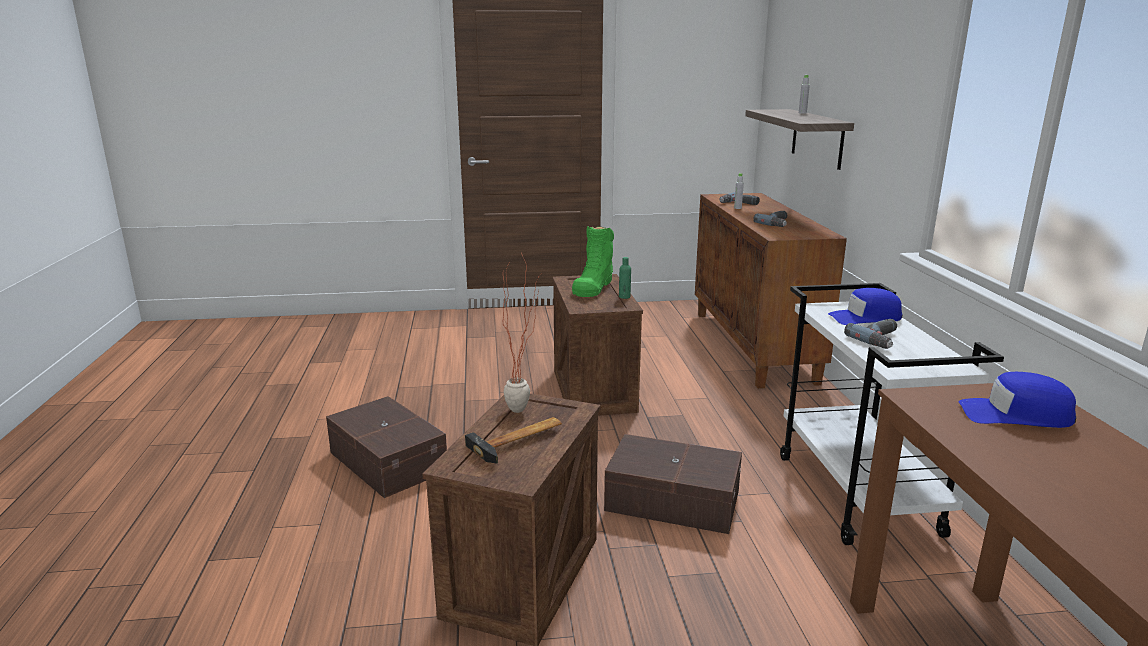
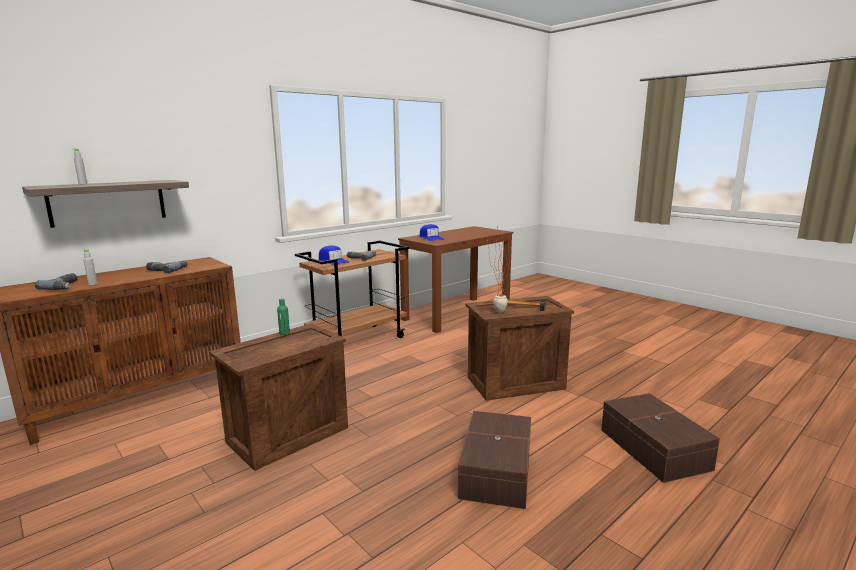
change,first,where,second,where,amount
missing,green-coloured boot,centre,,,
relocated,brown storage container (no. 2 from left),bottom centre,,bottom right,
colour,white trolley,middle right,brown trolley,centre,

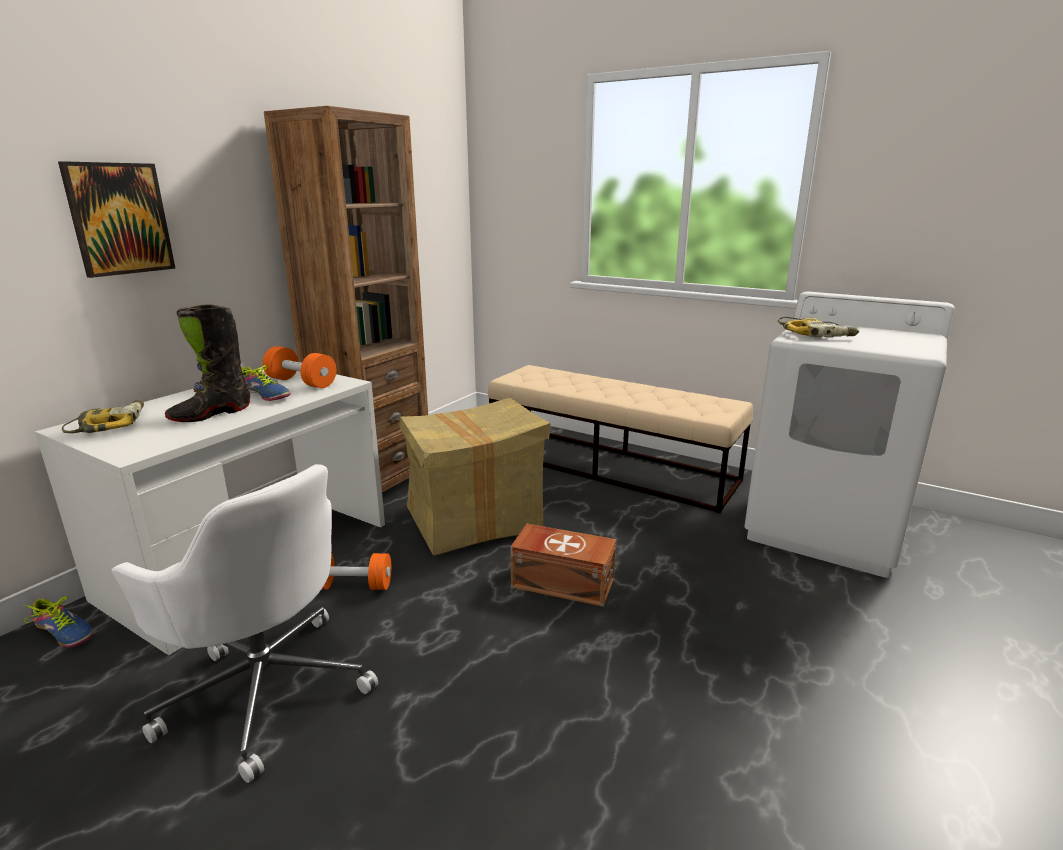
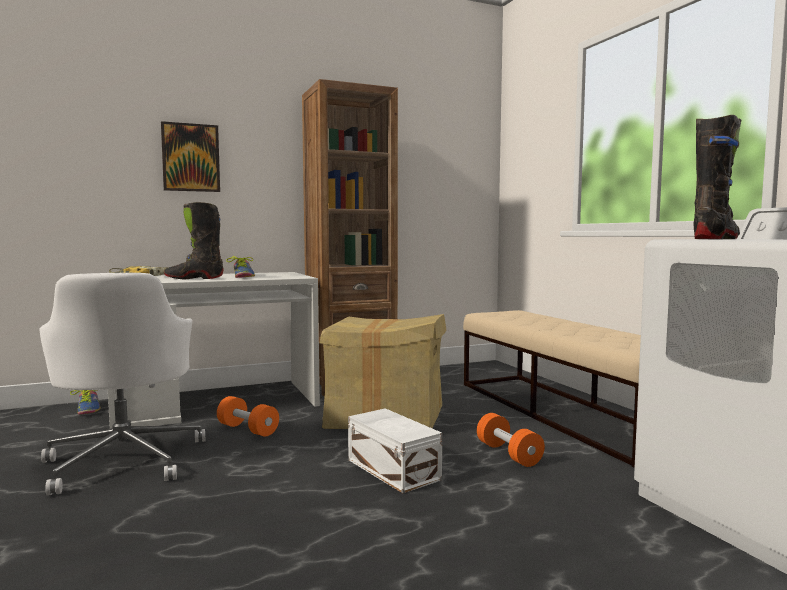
change,first,where,second,where,amount
relocated,orange hand weight (no. 1 from left in the first image),middle left,orange hand weight (no. 2 from left),bottom centre,
exchanged,power drill (no. 2 from left),middle right,blackish boot (no. 2 from left),top right,
colour,brown storage container,centre,white storage container,bottom centre,

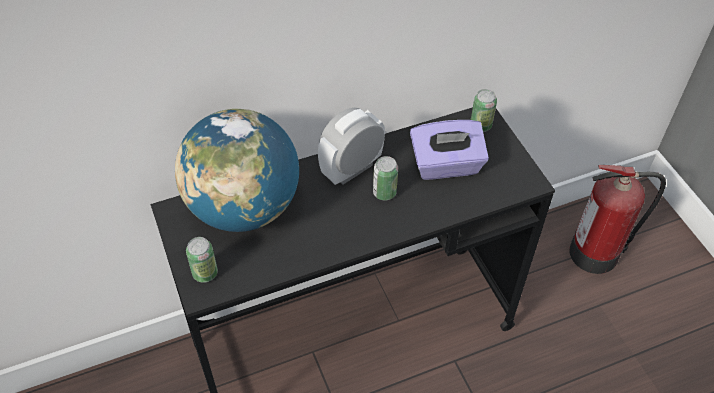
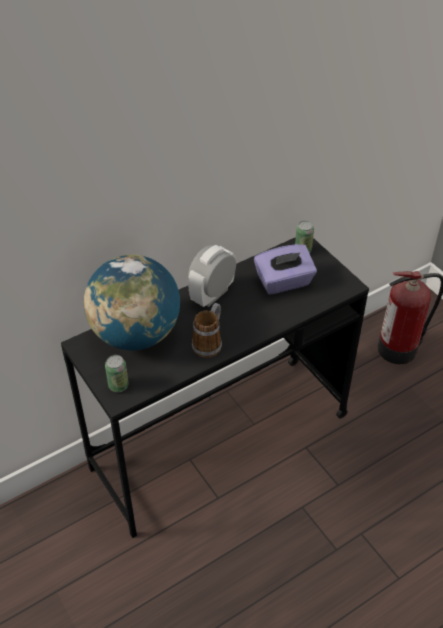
change,first,where,second,where,amount
missing,can (no. 2 from left),centre,,,
appeared,,,coffee mug,centre,

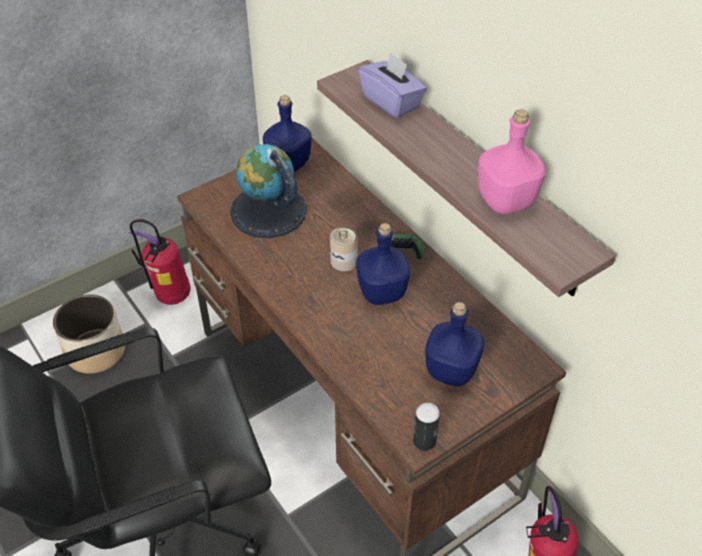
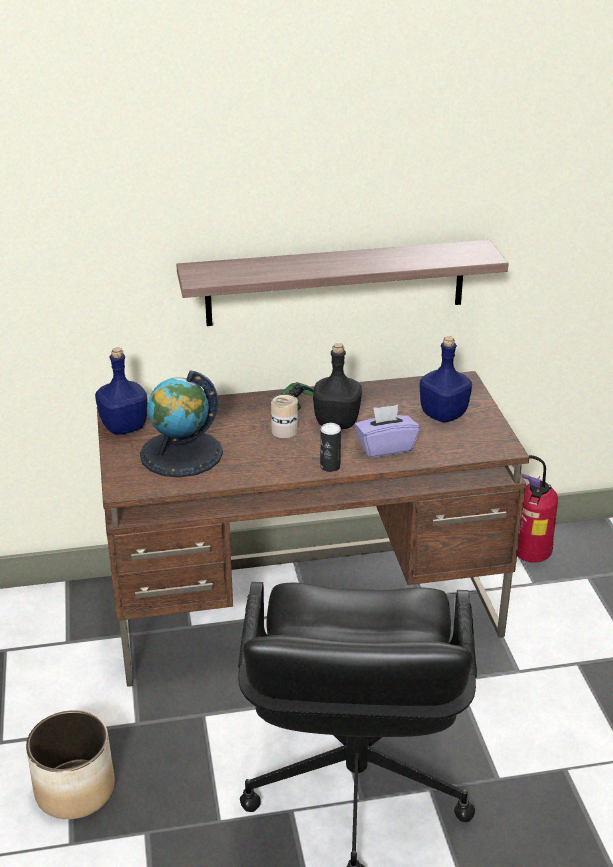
change,first,where,second,where,amount
missing,extinguisher (no. 1 from left),middle left,,,
missing,pink-coloured bottle,top right,,,
relocated,purple-coloured tissue box,top centre,,centre,
relocated,can (no. 2 from left),bottom centre,,centre,
colour,blue bottle (no. 2 from left),centre,blackish bottle,centre,

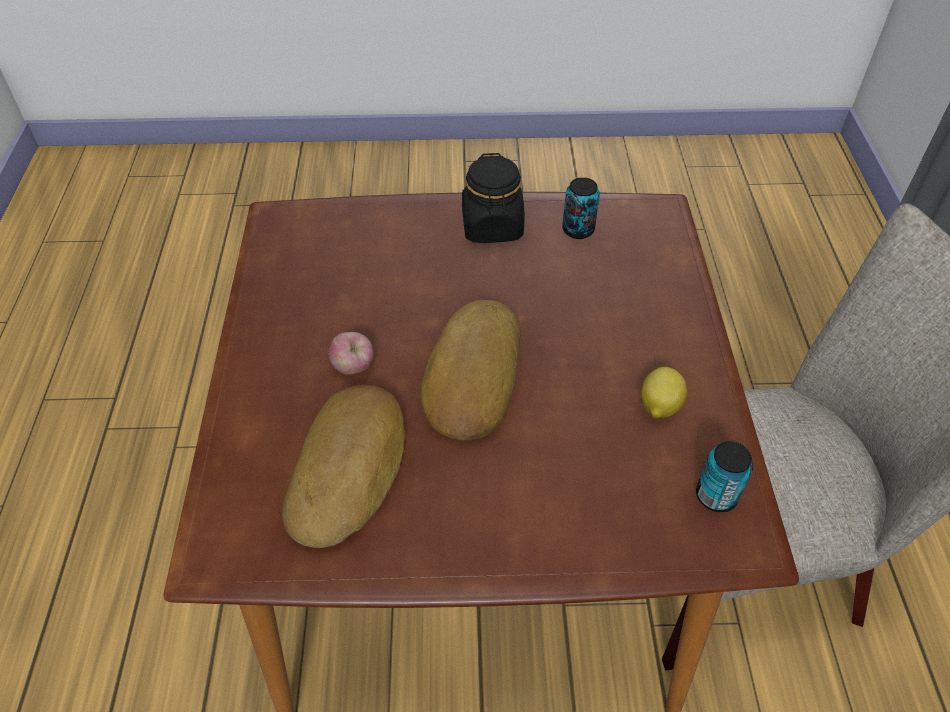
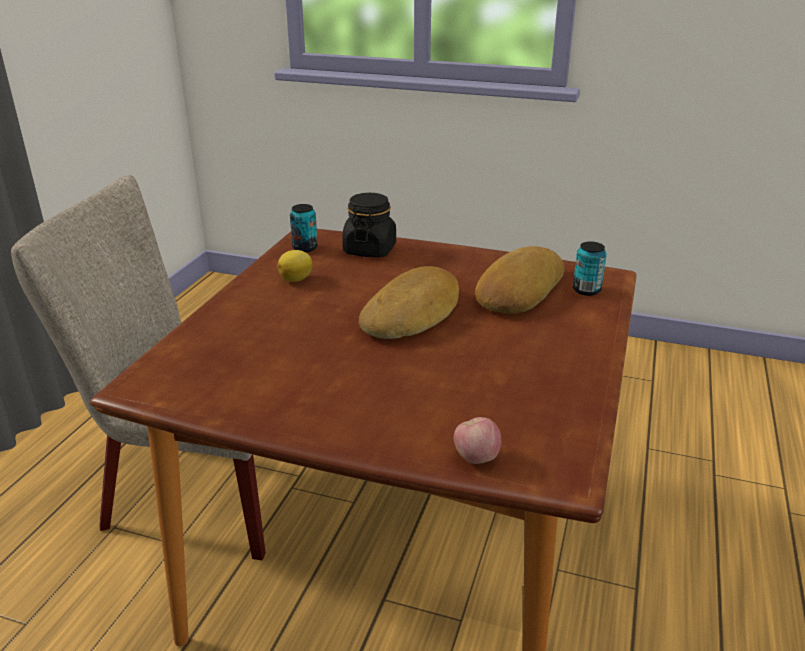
change,first,where,second,where,amount
relocated,apple,centre,,bottom centre,
relocated,blackish preserve jar,top centre,,centre,
relocated,can (no. 1 from left in the first image),top centre,can (no. 2 from left),middle right,

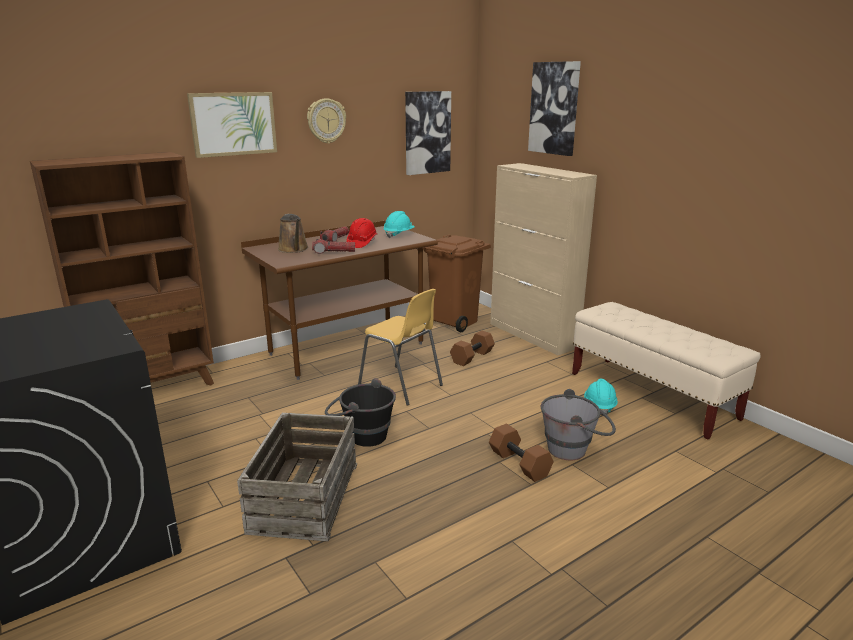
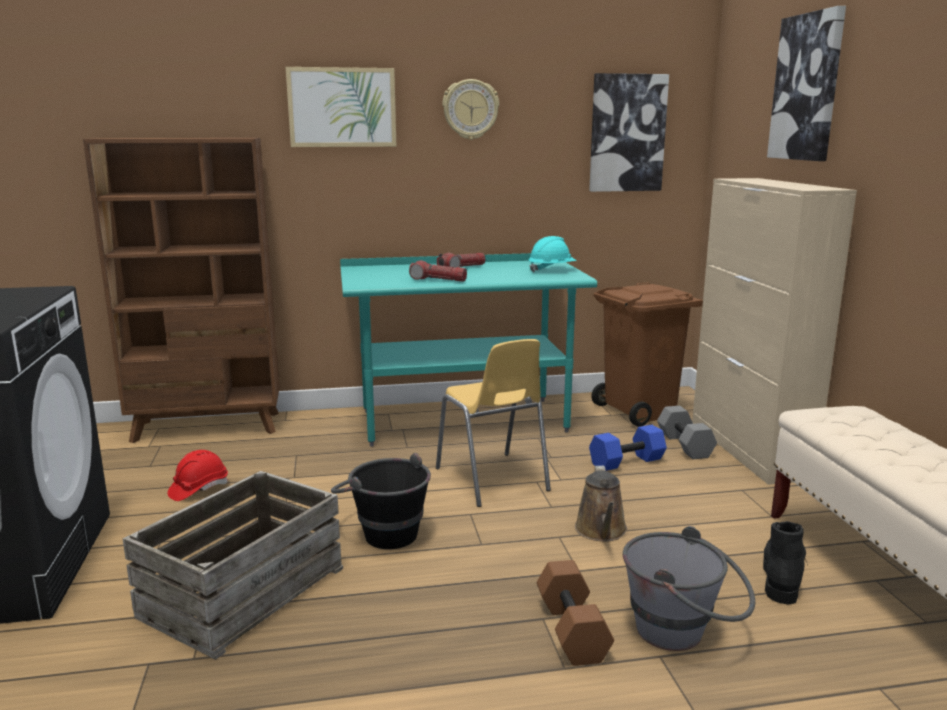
change,first,where,second,where,amount
appeared,,,grey hand weight,middle right,
relocated,brown watering can,centre,,bottom centre,
relocated,red-coloured hard hat,centre,,bottom left,
exchanged,turquoise-coloured hard hat (no. 2 from left),middle right,blackish boot,bottom right,
colour,brown desk table,centre,turquoise-coloured desk table,centre,
colour,brown hand weight (no. 1 from left),centre,blue hand weight,centre,

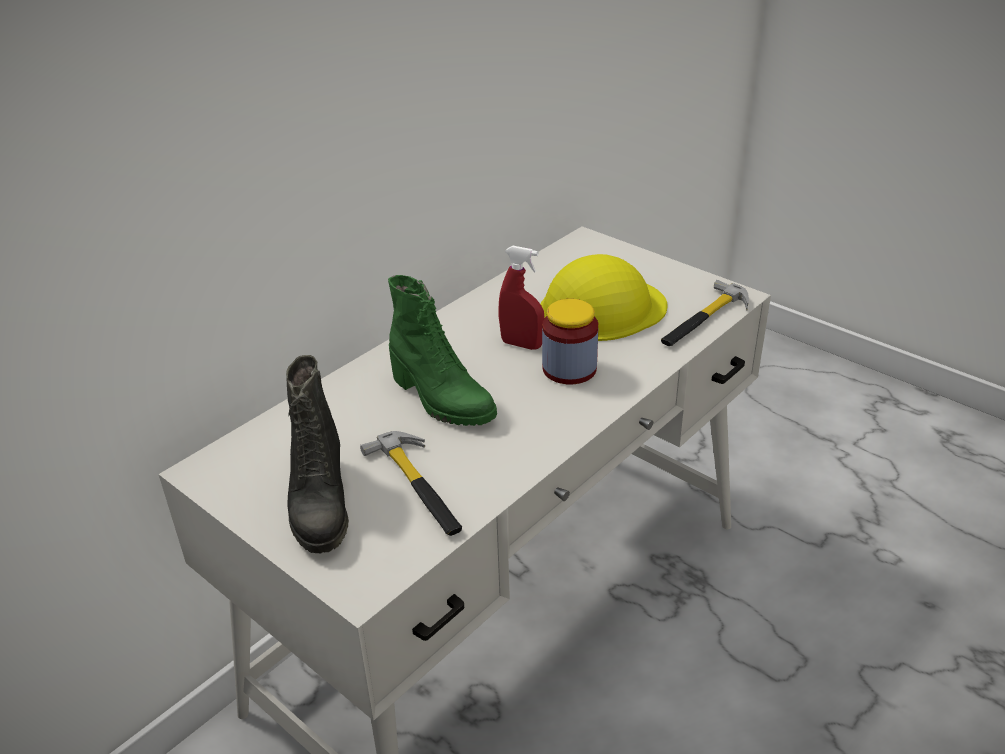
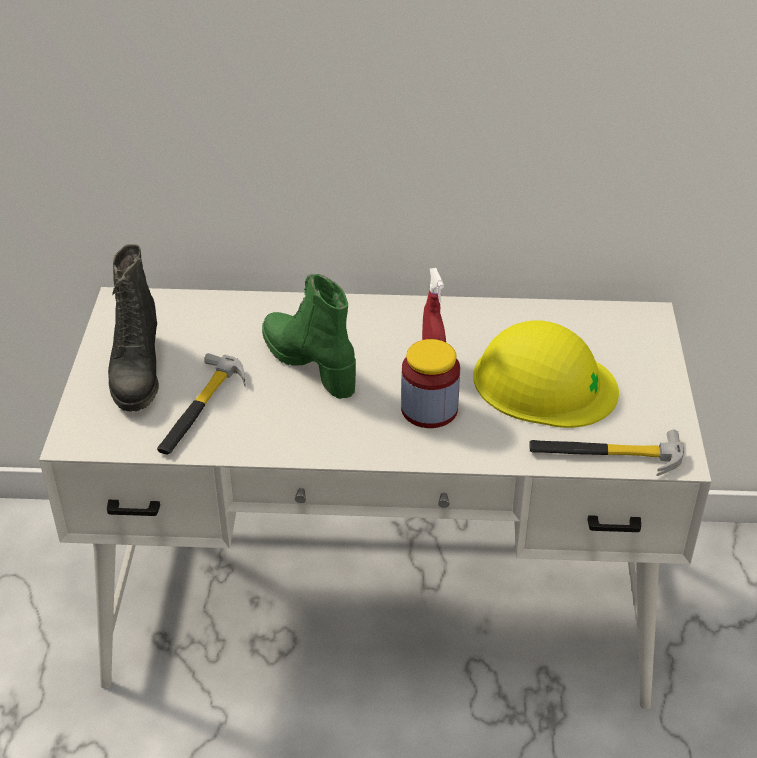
change,first,where,second,where,amount
spun,blackish boot,middle left,,middle left,45 degrees counterclockwise
spun,green-coloured boot,centre,,centre,135 degrees clockwise

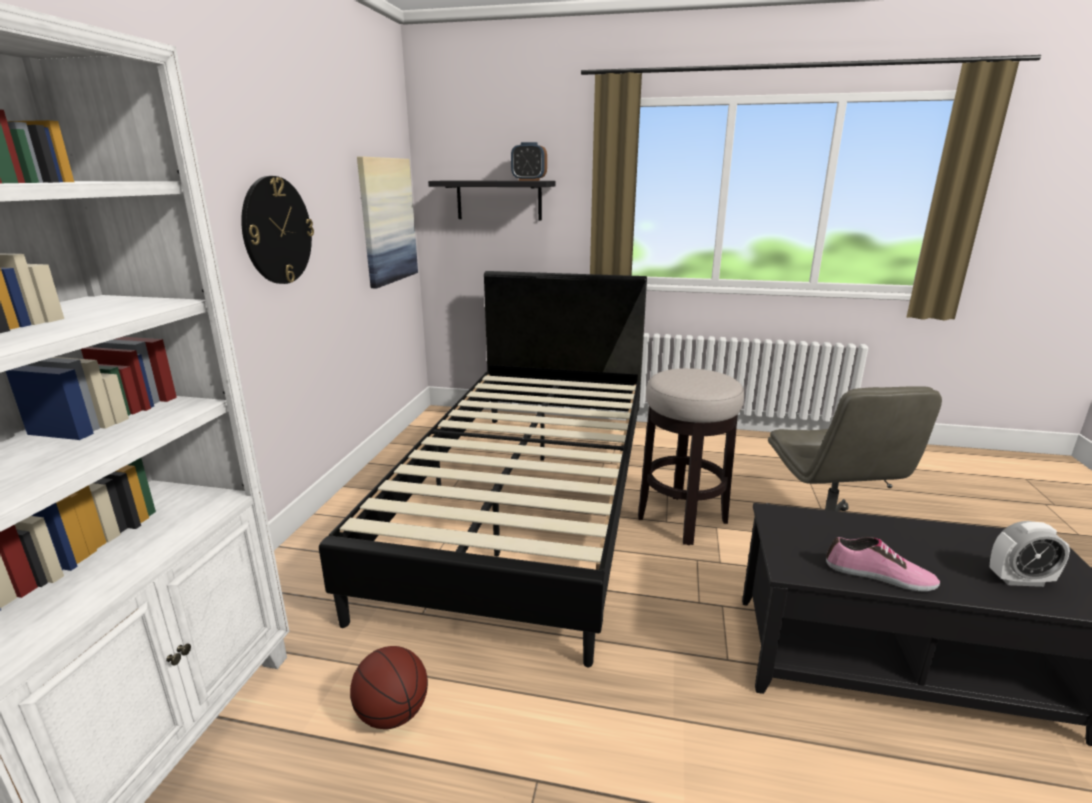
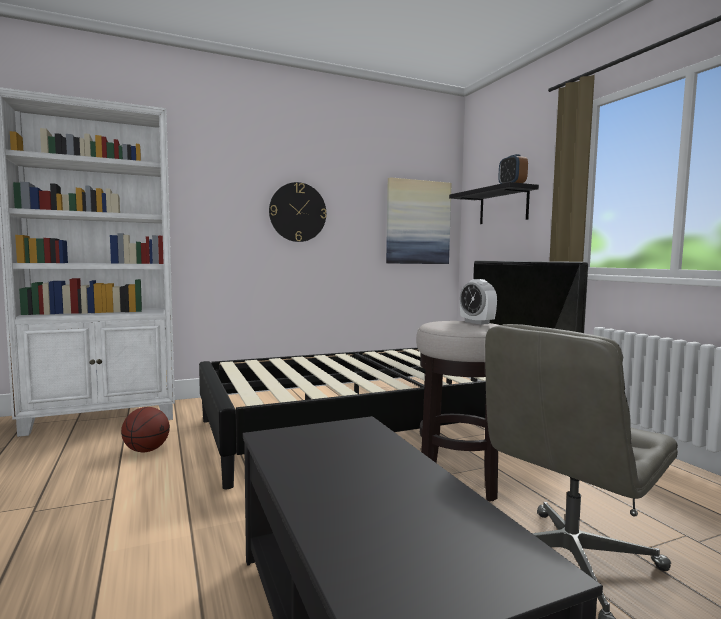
change,first,where,second,where,amount
missing,shoe,bottom right,,,
relocated,alarm clock (no. 2 from left in the first image),bottom right,alarm clock (no. 1 from left),centre,

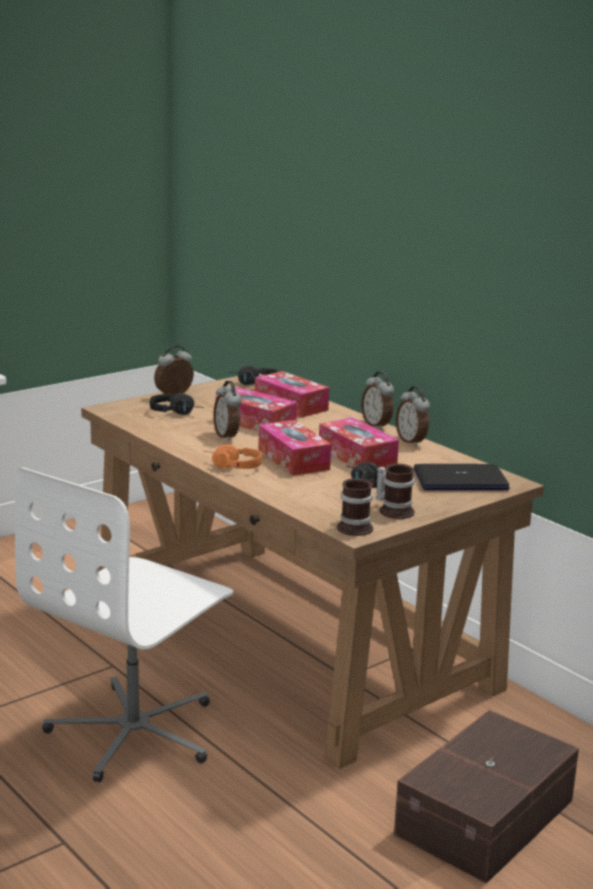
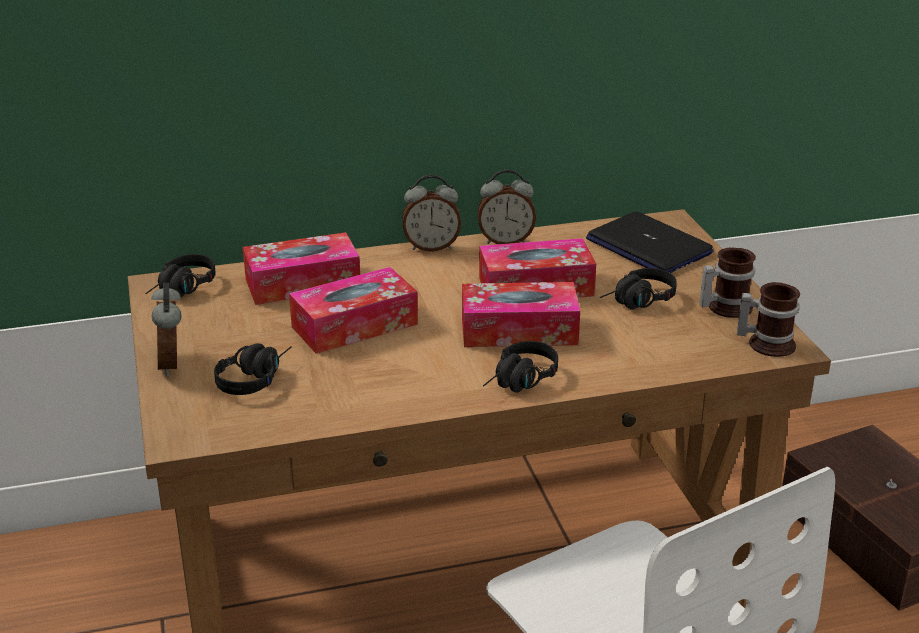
change,first,where,second,where,amount
missing,alarm clock (no. 2 from left),centre,,,
colour,orange headset,centre,blackish headset (no. 3 from left),centre,
spun,portable computer,middle right,,middle right,60 degrees counterclockwise

